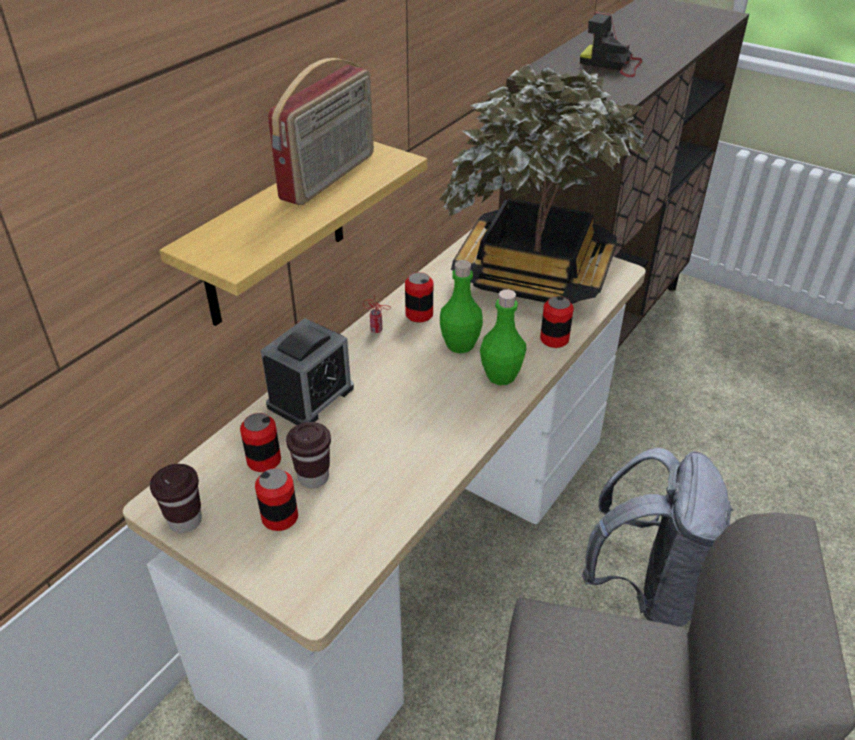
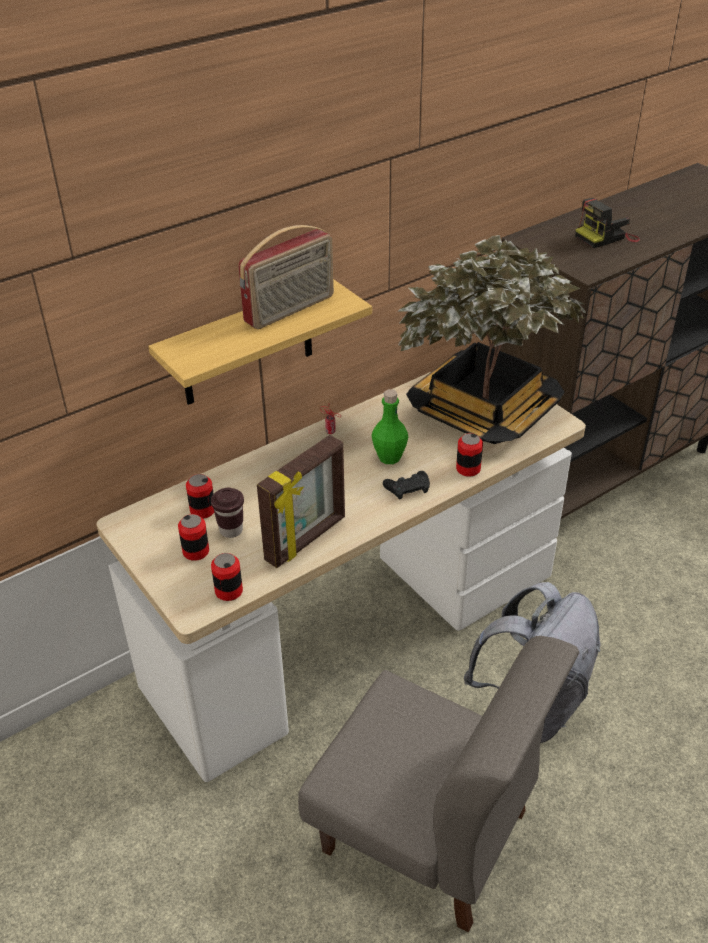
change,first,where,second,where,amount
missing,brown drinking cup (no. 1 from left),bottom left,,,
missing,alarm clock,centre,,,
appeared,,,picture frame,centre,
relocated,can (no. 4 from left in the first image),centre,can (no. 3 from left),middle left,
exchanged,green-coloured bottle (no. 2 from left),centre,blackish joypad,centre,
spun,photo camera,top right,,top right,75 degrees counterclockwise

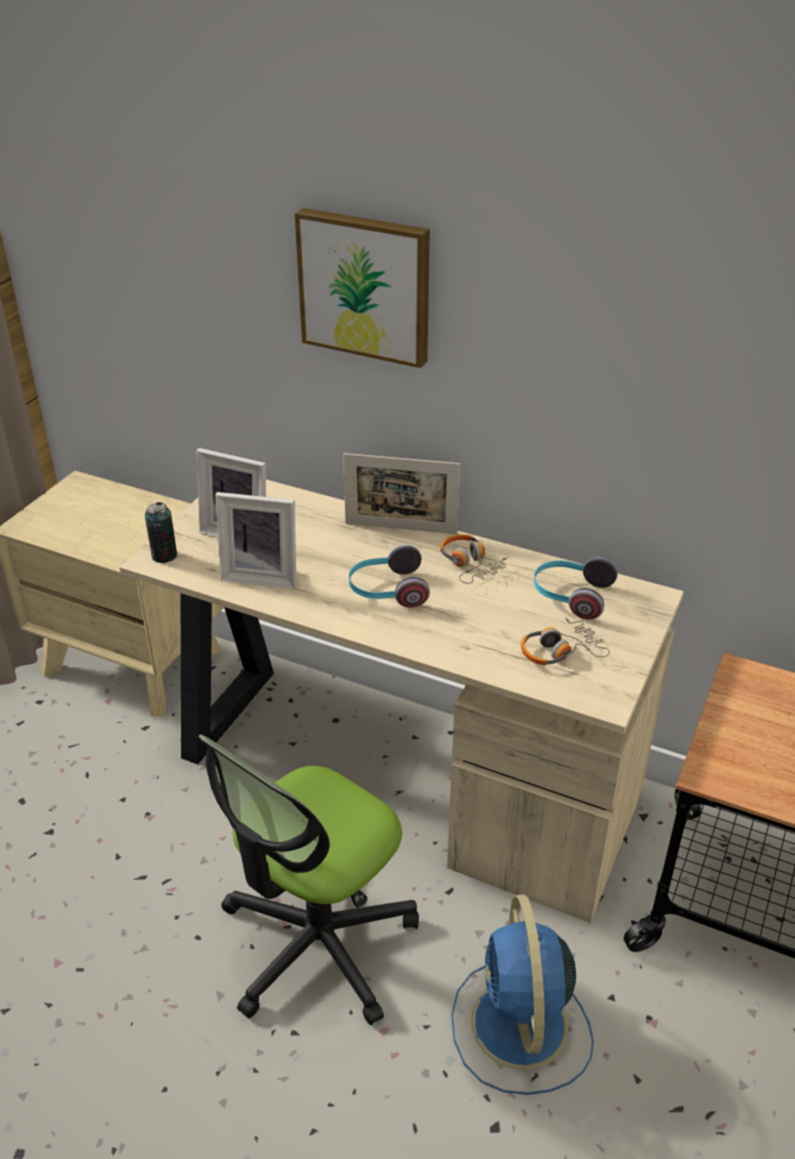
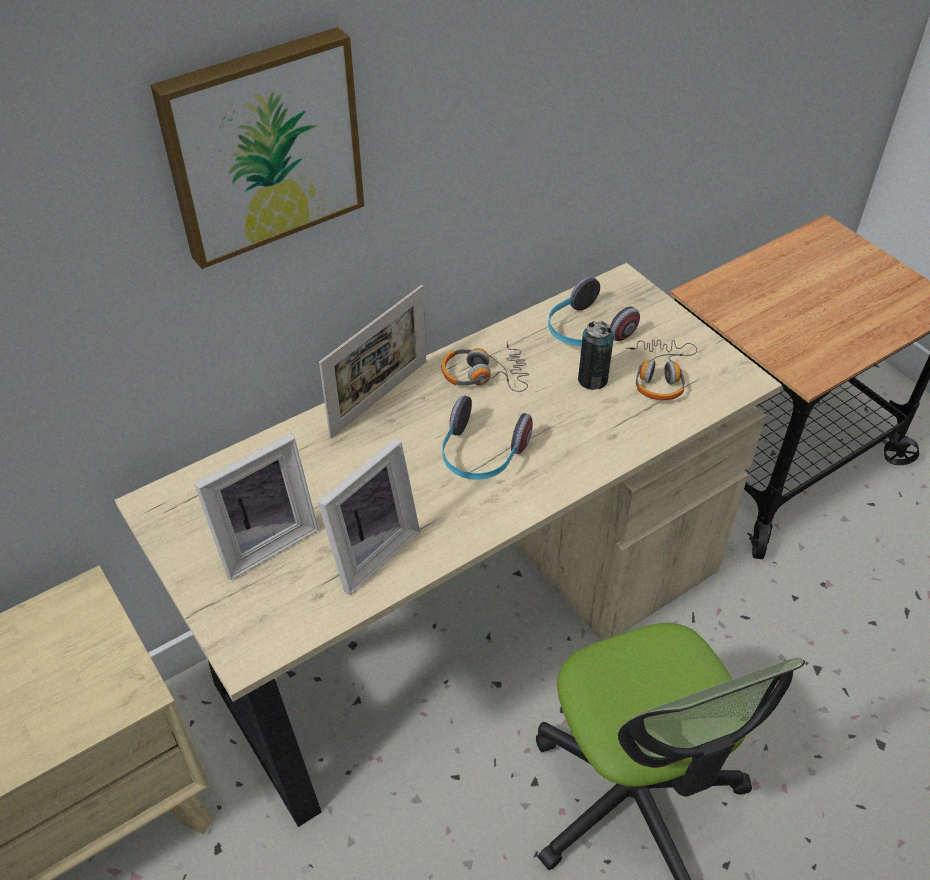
change,first,where,second,where,amount
missing,blue electric fan,bottom centre,,,
relocated,can,middle left,,centre,

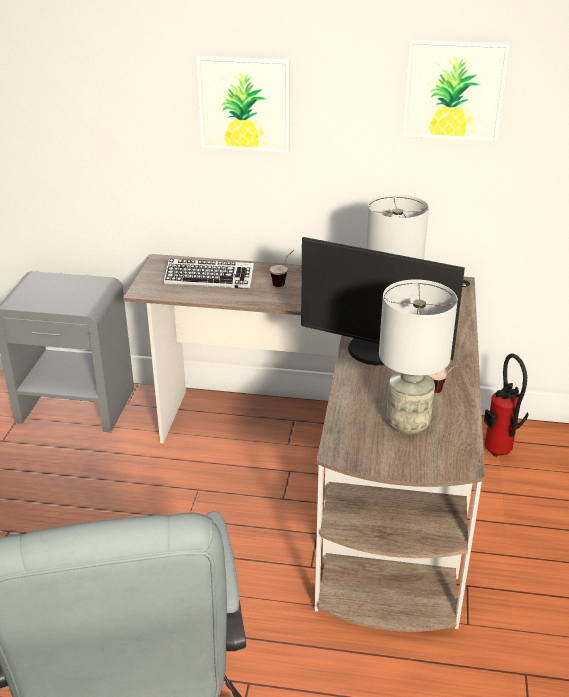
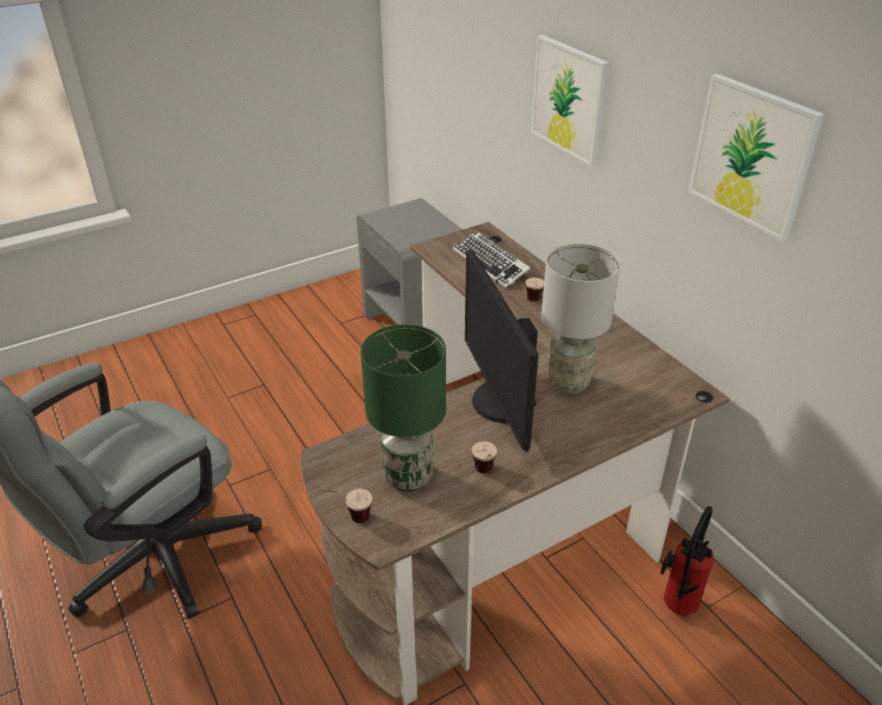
change,first,where,second,where,amount
appeared,,,drinking cup (no. 1 from left),bottom centre,
colour,grey tabletop lamp (no. 2 from left),middle right,green-coloured tabletop lamp,centre,

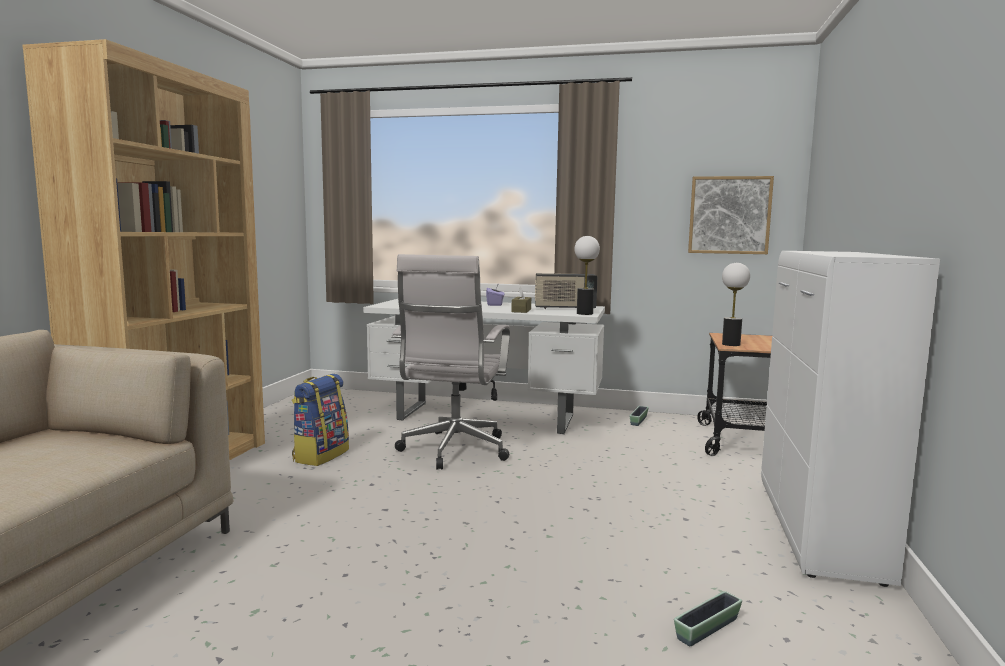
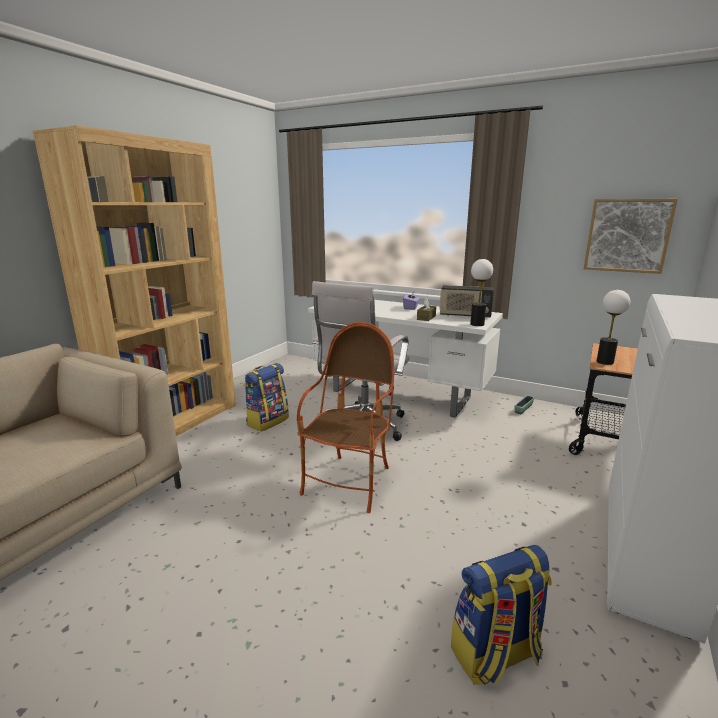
change,first,where,second,where,amount
appeared,,,easy chair,centre,
exchanged,planter (no. 2 from left),bottom right,backpack (no. 2 from left),bottom right,

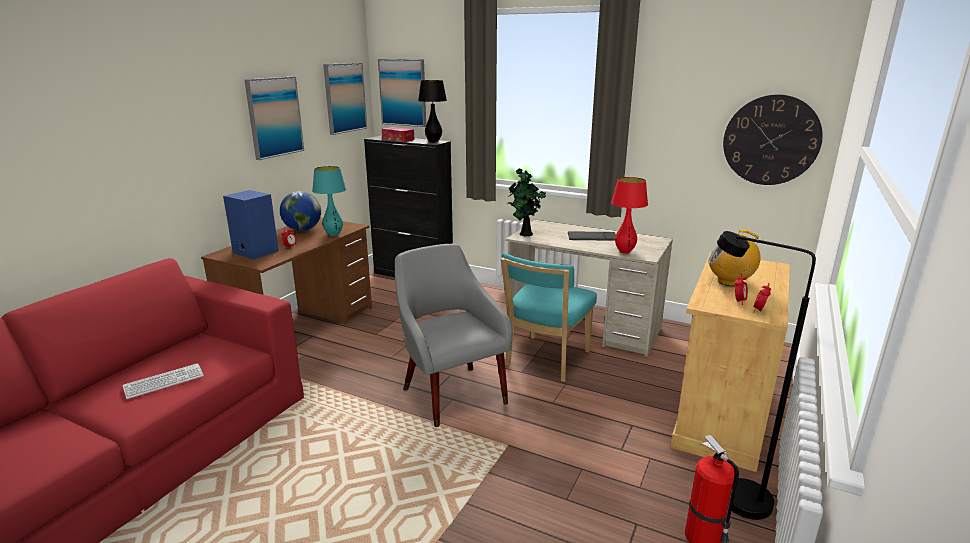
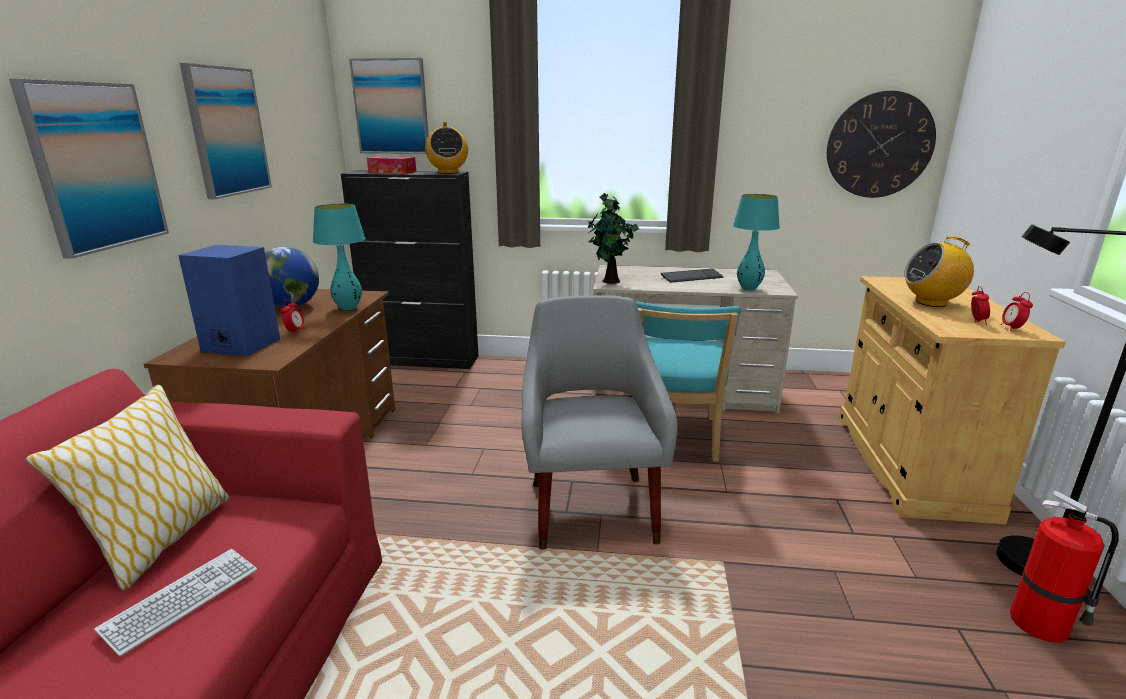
change,first,where,second,where,amount
appeared,,,throw pillow,bottom left,
relocated,wall picture (no. 2 from left in the first image),top centre,wall picture (no. 1 from left),top left,
exchanged,blackish tabletop lamp,top centre,radio set (no. 1 from left),top centre,
colour,red-coloured tabletop lamp,centre,turquoise-coloured tabletop lamp (no. 2 from left),middle right,
spun,grey easy chair,centre,,centre,45 degrees clockwise

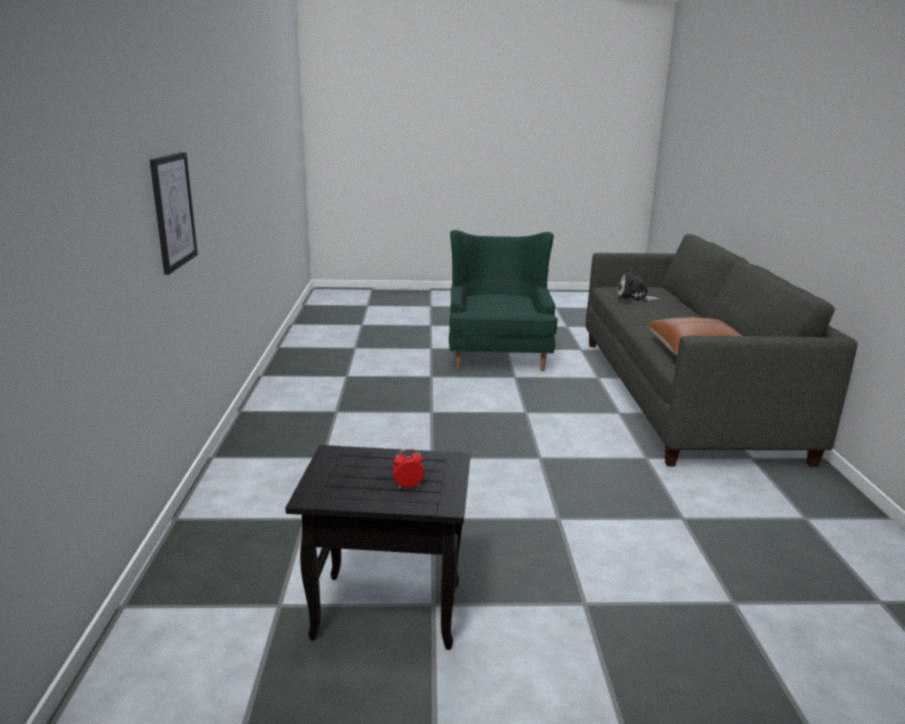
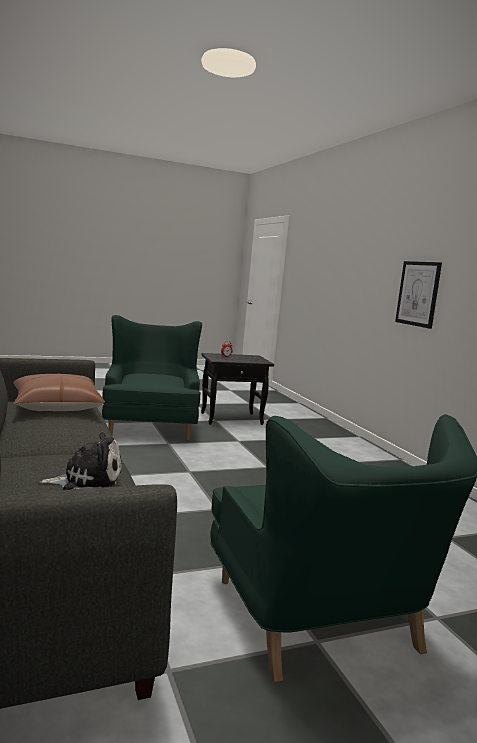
change,first,where,second,where,amount
appeared,,,green-coloured easy chair (no. 1 from left),middle left,

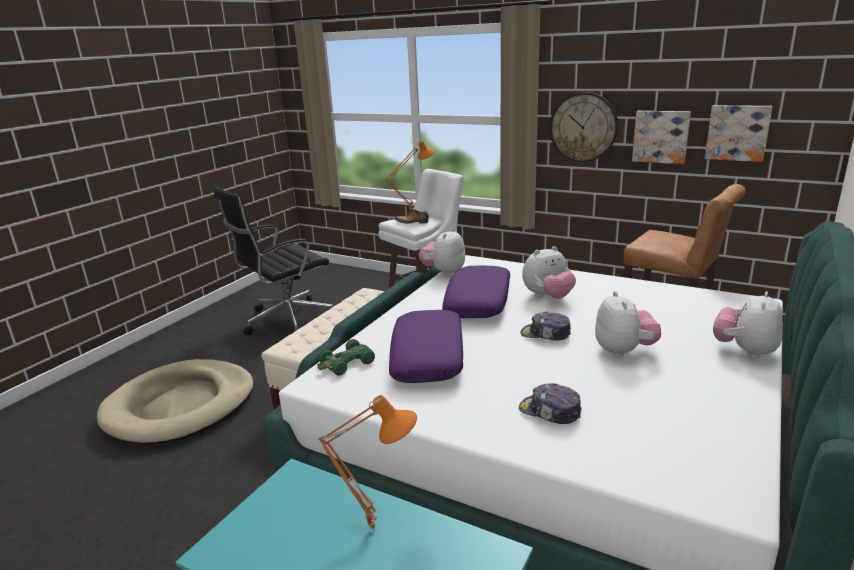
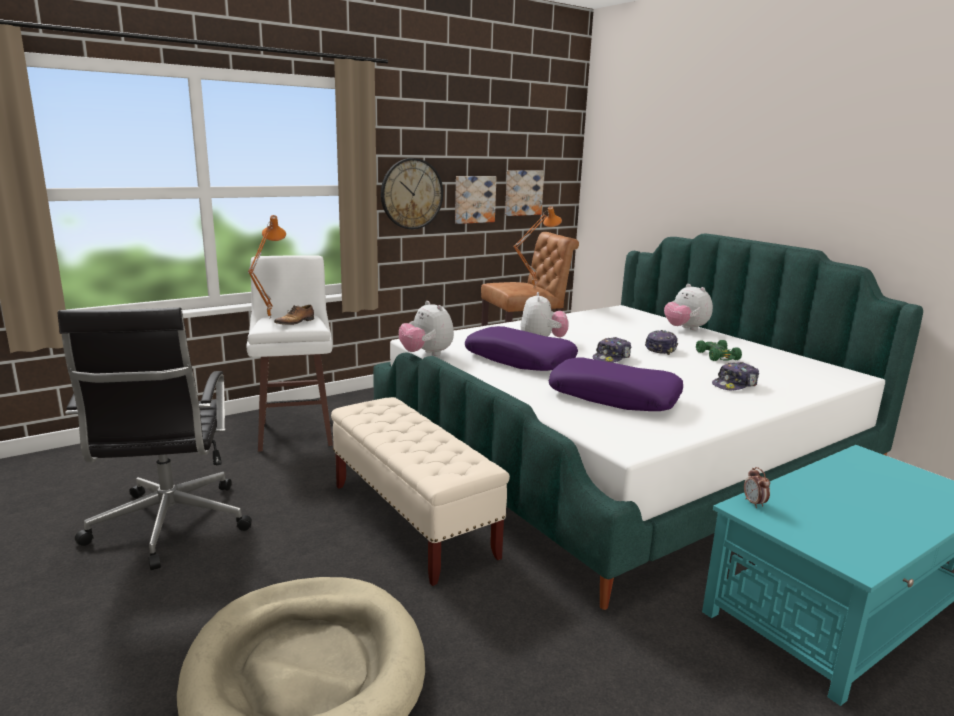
change,first,where,second,where,amount
appeared,,,alarm clock,bottom right,
relocated,green-coloured miniature car,centre,,middle right,
relocated,orange tabletop lamp (no. 1 from left in the first image),bottom centre,orange tabletop lamp (no. 2 from left),centre,
exchanged,plush toy (no. 3 from left),middle right,baseball cap (no. 2 from left),middle right,

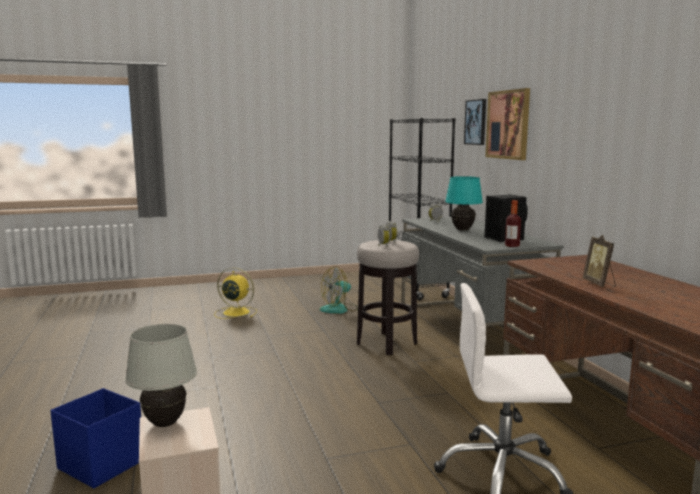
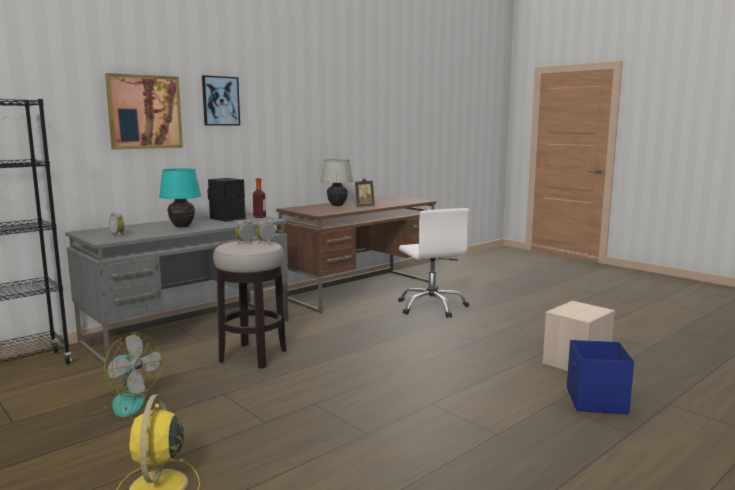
change,first,where,second,where,amount
relocated,white tabletop lamp,bottom left,,centre,
relocated,wall picture (no. 1 from left in the first image),top right,wall picture (no. 2 from left),top left,

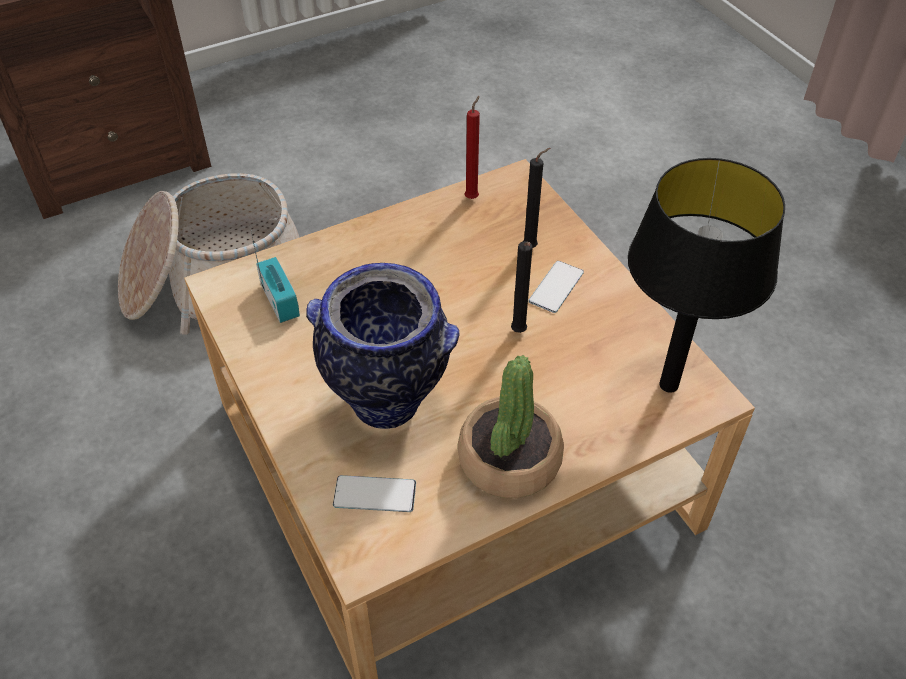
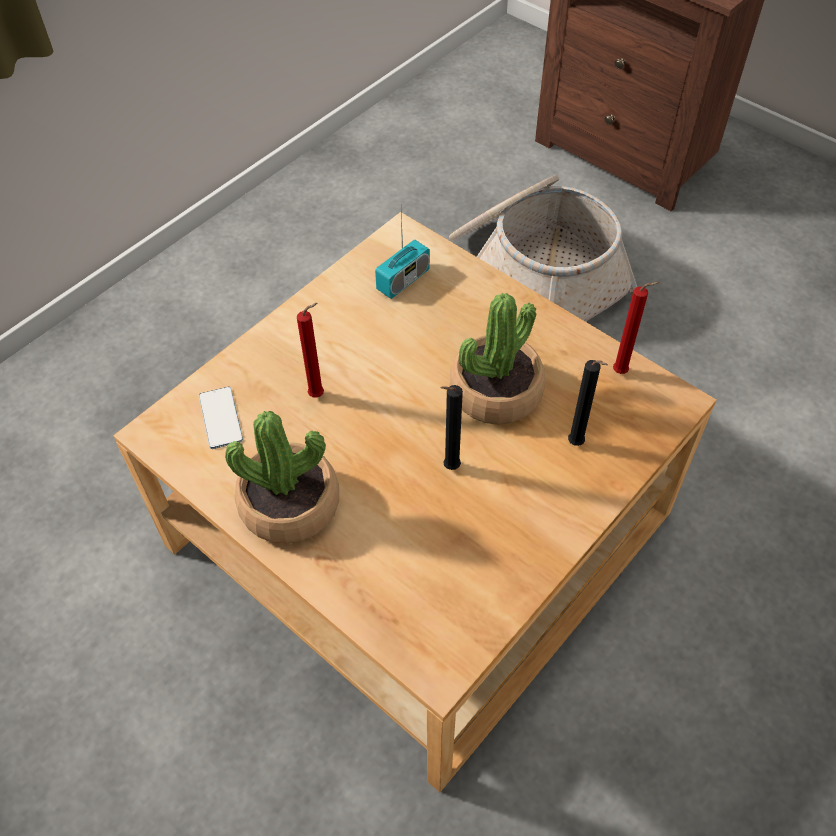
change,first,where,second,where,amount
missing,telephone (no. 2 from left),centre,,,
missing,blackish tabletop lamp,middle right,,,
appeared,,,houseplant (no. 2 from left),centre,
exchanged,vase,centre,red-coloured candle (no. 1 from left),centre,

